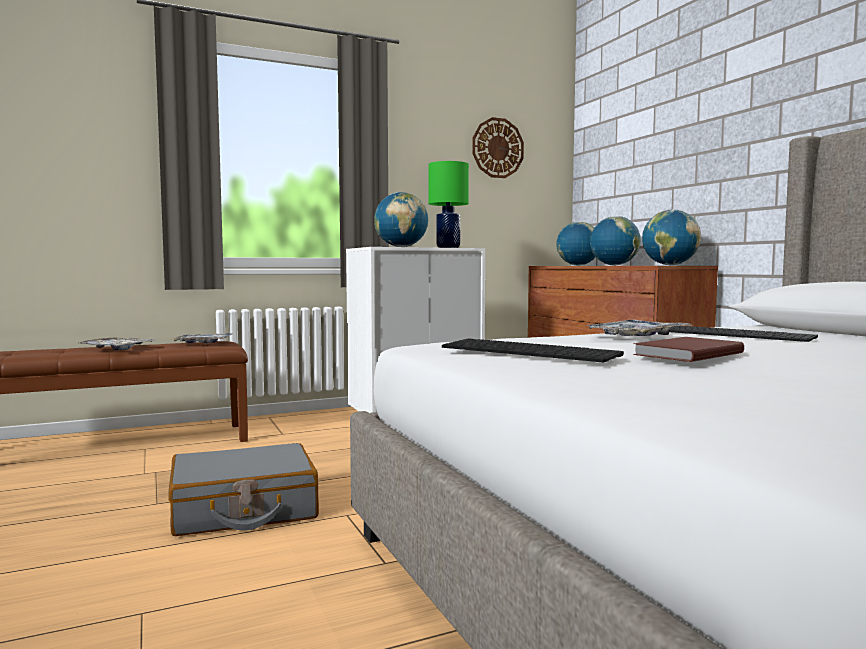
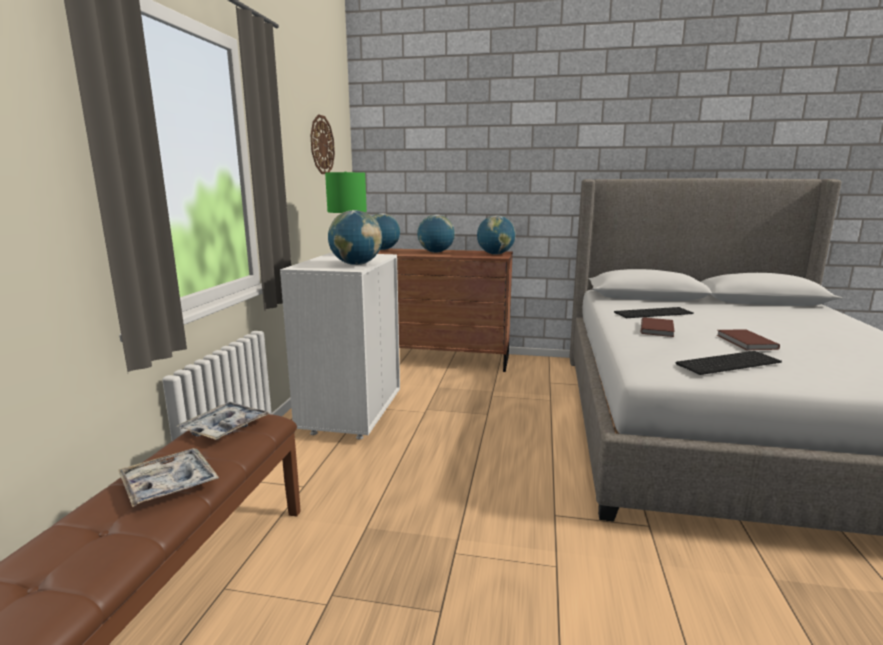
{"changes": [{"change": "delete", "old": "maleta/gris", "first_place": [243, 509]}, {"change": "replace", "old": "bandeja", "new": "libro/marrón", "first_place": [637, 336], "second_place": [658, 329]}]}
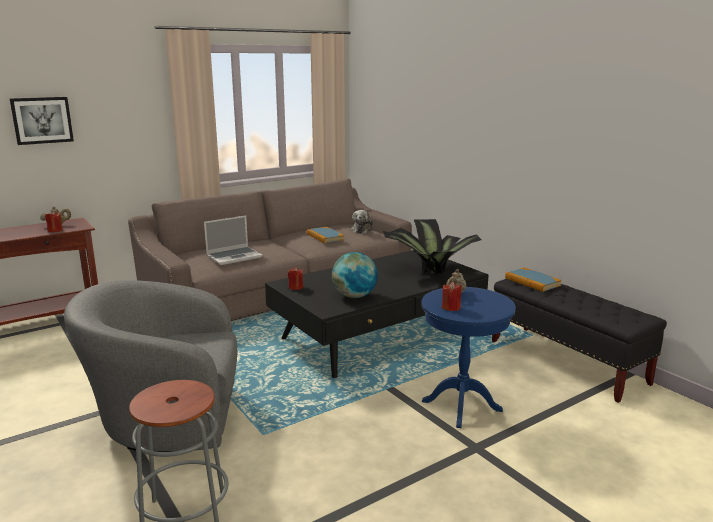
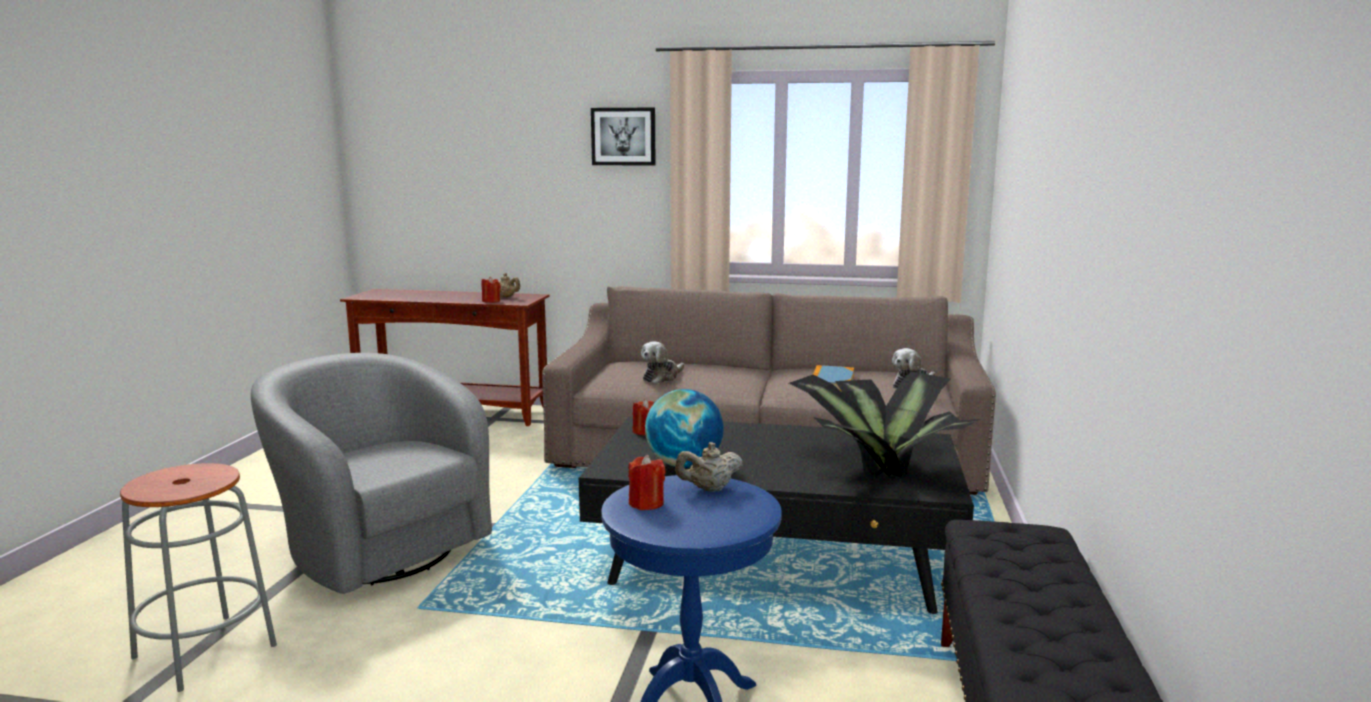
{"changes": [{"change": "delete", "old": "libro", "first_place": [532, 282]}, {"change": "move", "old": "cuadro", "first_place": [42, 120], "second_place": [623, 136]}, {"change": "replace", "old": "portátil", "new": "peluche", "first_place": [234, 256], "second_place": [662, 377]}]}
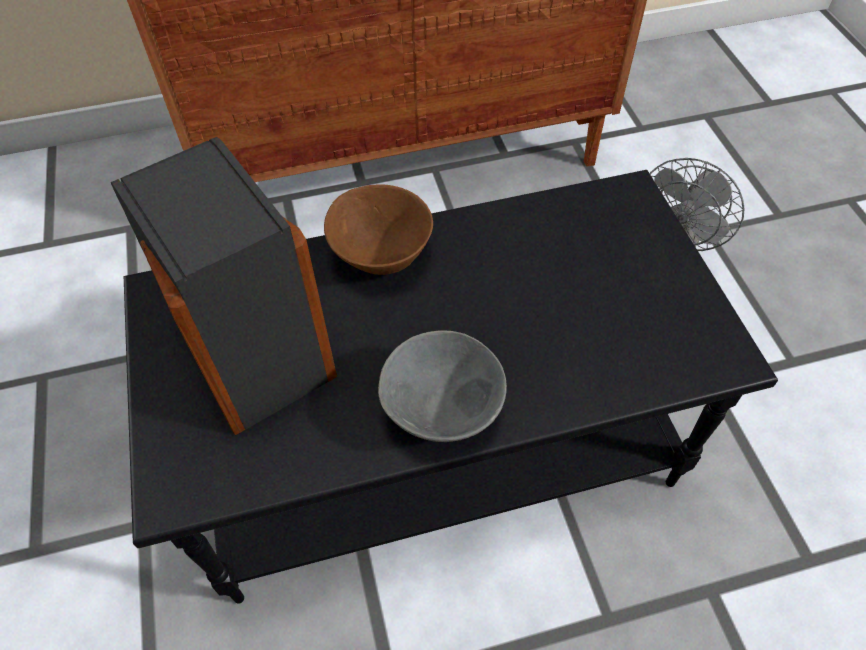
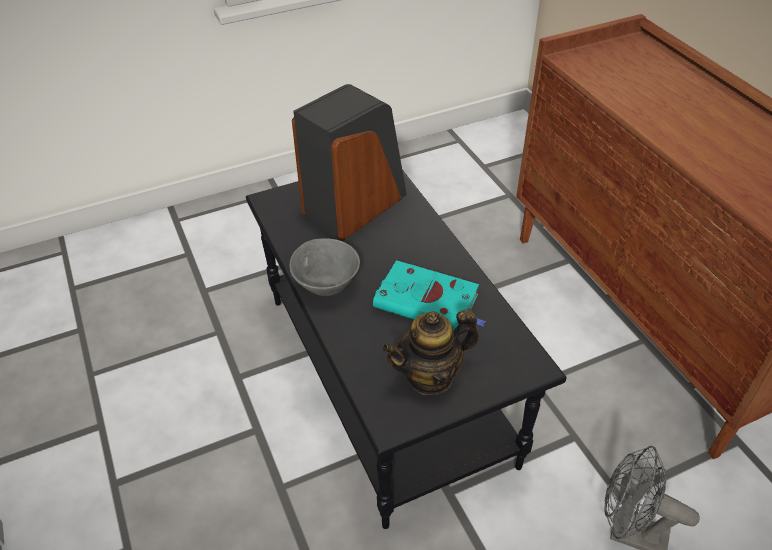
{"changes": [{"change": "delete", "old": "cuenco/marrón", "first_place": [379, 258]}, {"change": "insert", "new": "libro/turquesa", "second_place": [429, 302]}, {"change": "insert", "new": "tetera", "second_place": [430, 376]}]}
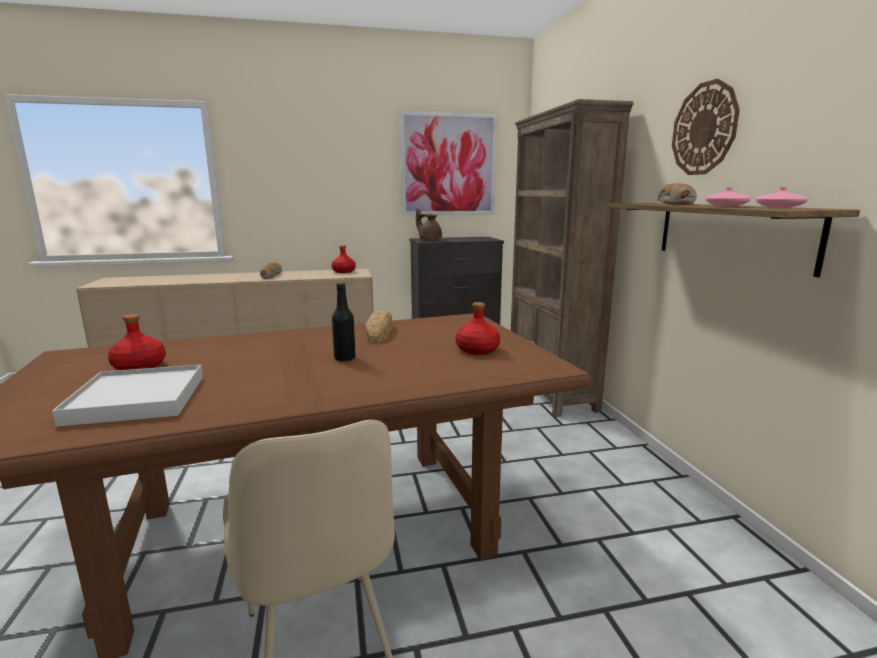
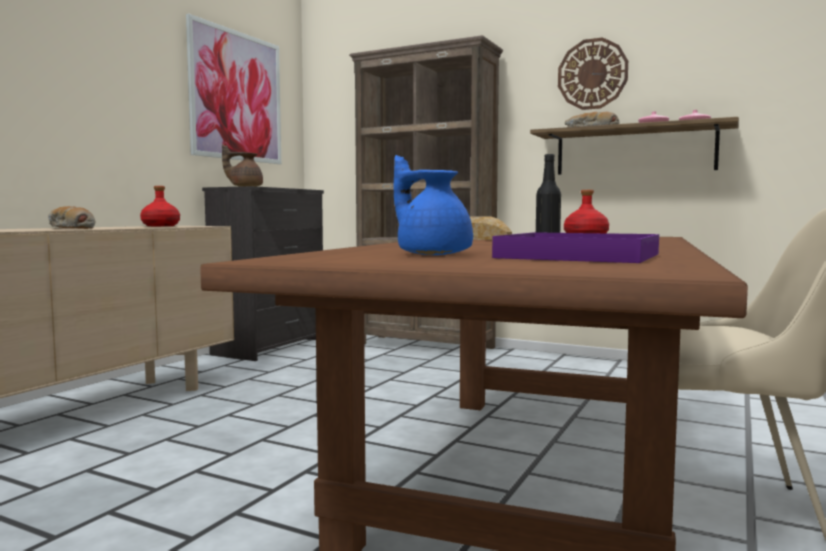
{"changes": [{"change": "replace", "old": "botella/rojo", "new": "tetera/azul", "first_place": [140, 366], "second_place": [432, 254]}, {"change": "recolor", "old": "bandeja/blanco", "new": "bandeja/morado", "first_place": [137, 399], "second_place": [579, 256]}]}
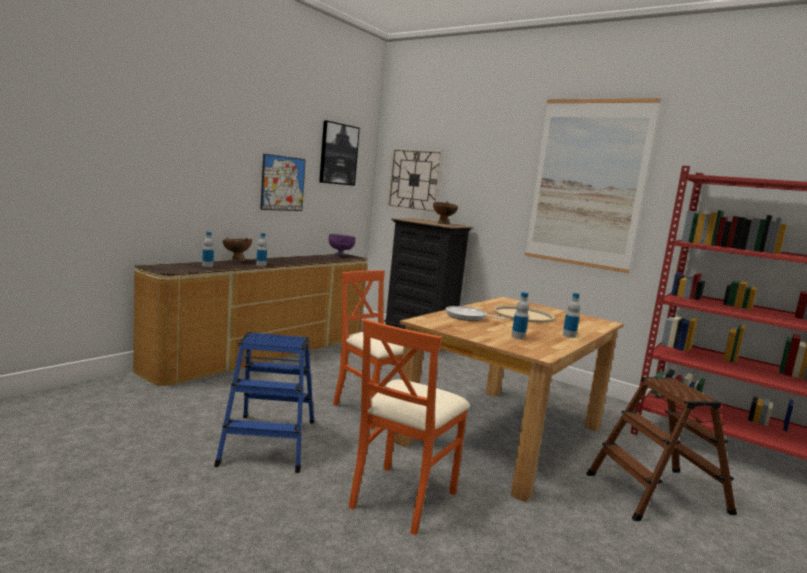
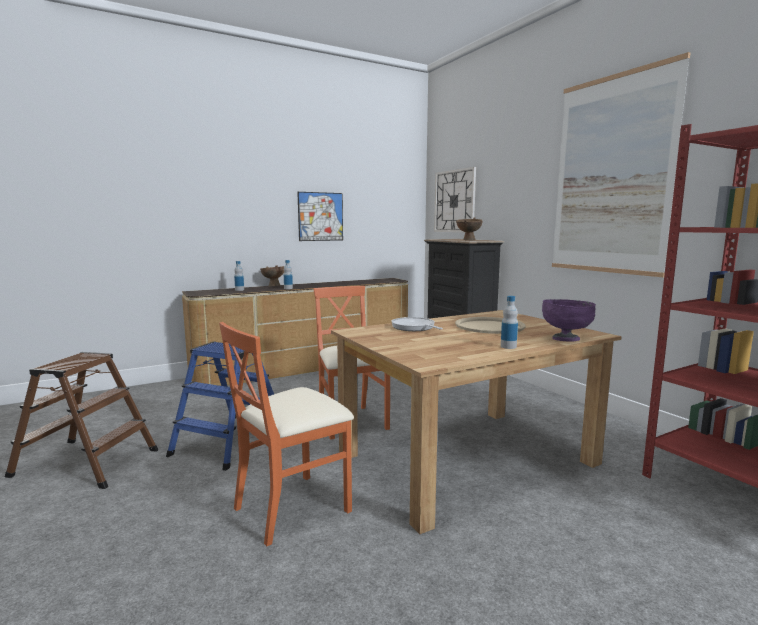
{"changes": [{"change": "delete", "old": "cuadro", "first_place": [338, 154]}, {"change": "delete", "old": "botella", "first_place": [518, 337]}, {"change": "move", "old": "cuenco/morado", "first_place": [340, 256], "second_place": [566, 339]}, {"change": "move", "old": "escalera de tijera/marrón", "first_place": [657, 493], "second_place": [85, 462]}]}
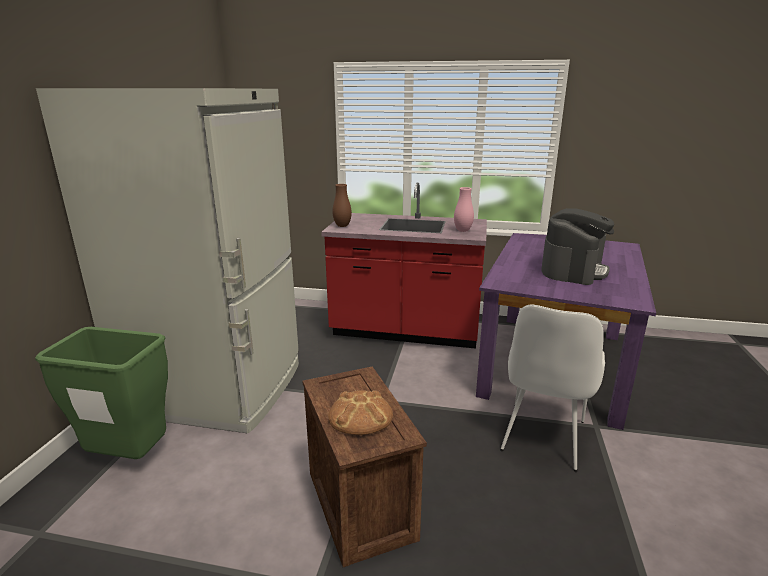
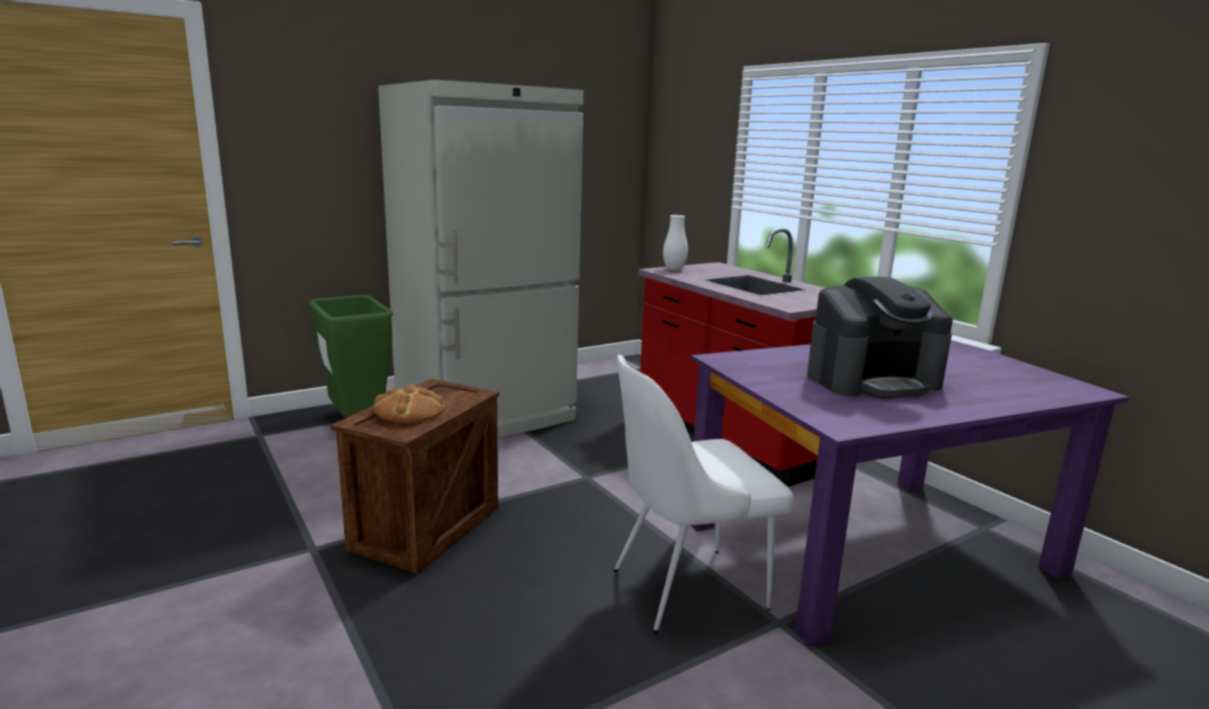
{"changes": [{"change": "delete", "old": "florero/rosa", "first_place": [462, 231]}, {"change": "recolor", "old": "florero/marrón", "new": "florero/blanco", "first_place": [342, 226], "second_place": [674, 269]}]}
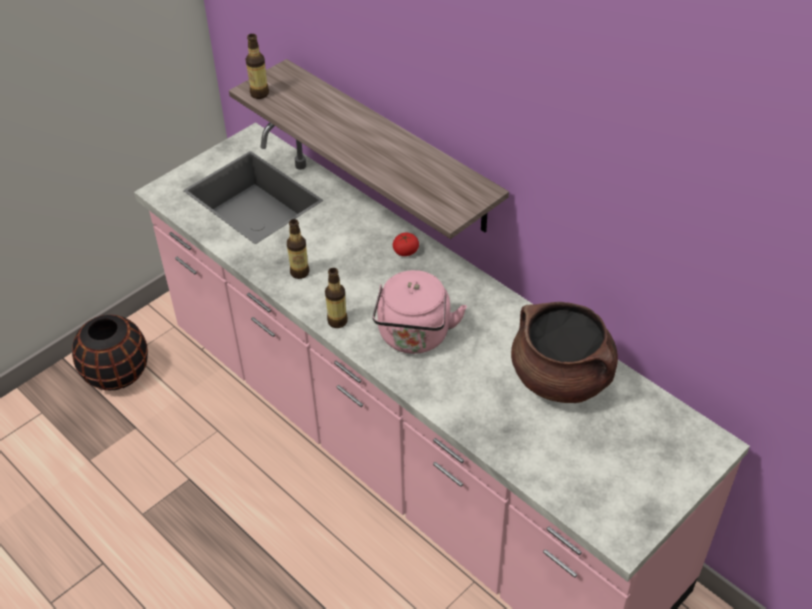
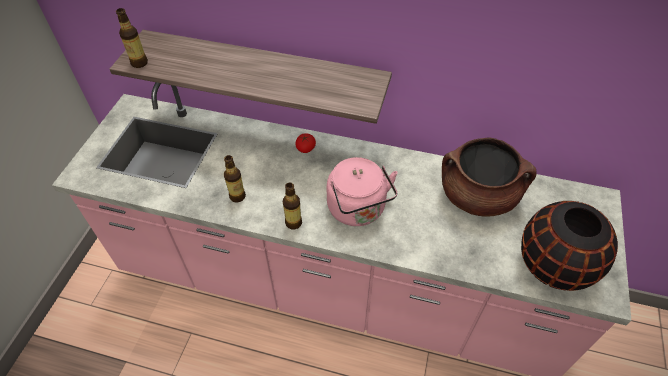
{"changes": [{"change": "move", "old": "florero/negro", "first_place": [117, 374], "second_place": [554, 265]}]}
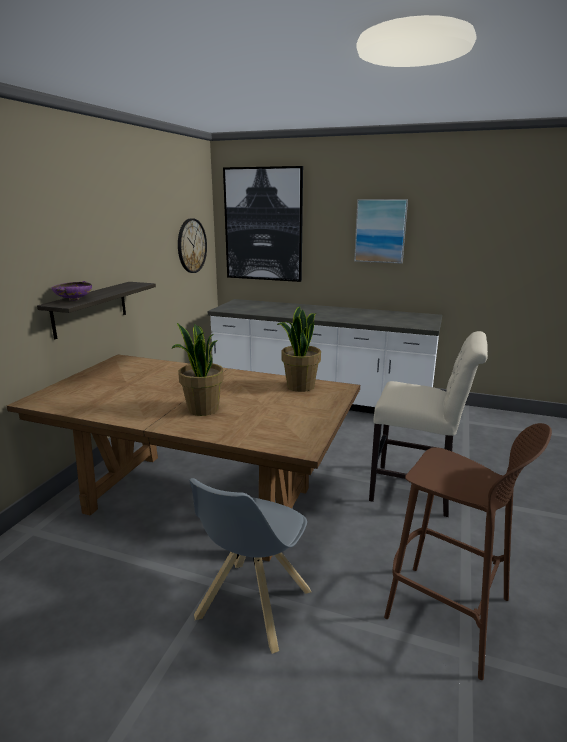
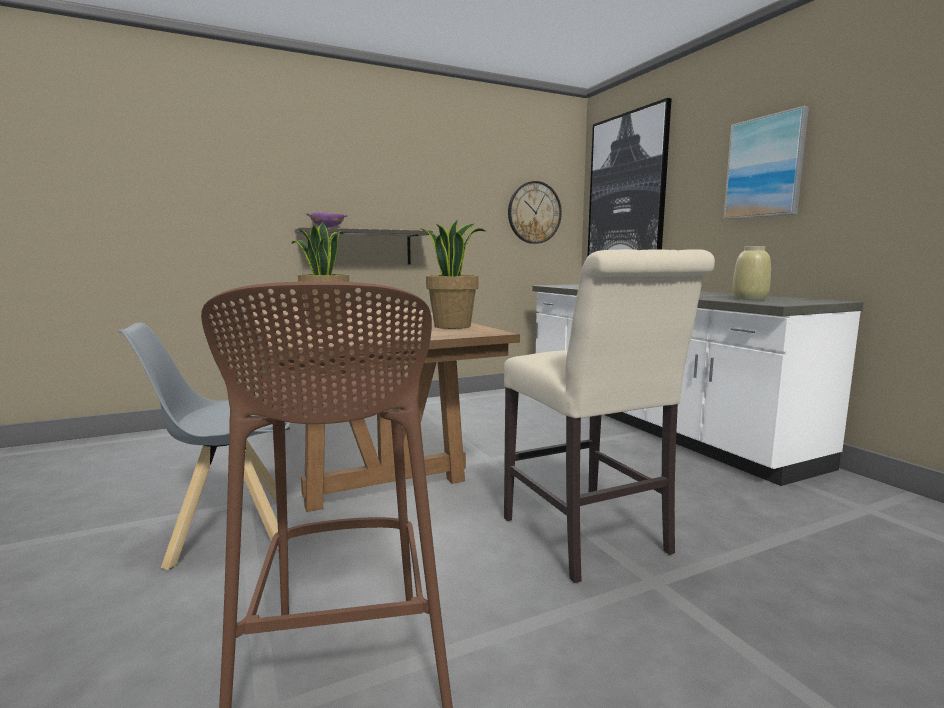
{"changes": [{"change": "insert", "new": "florero/beis", "second_place": [750, 299]}]}
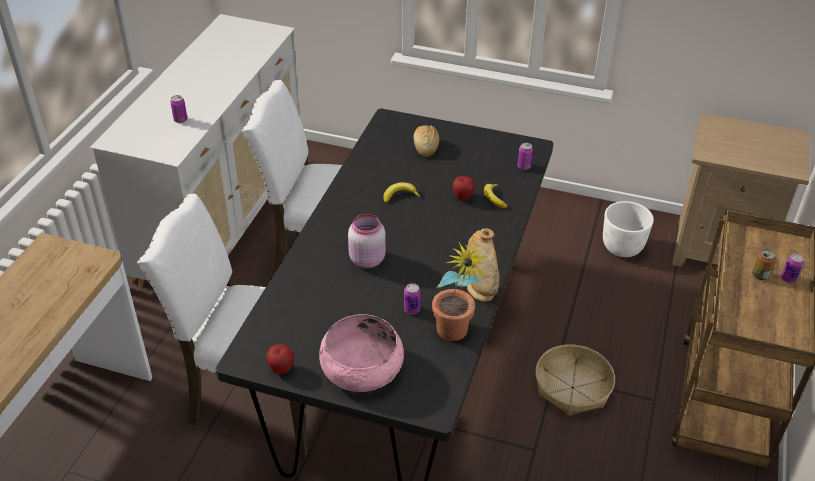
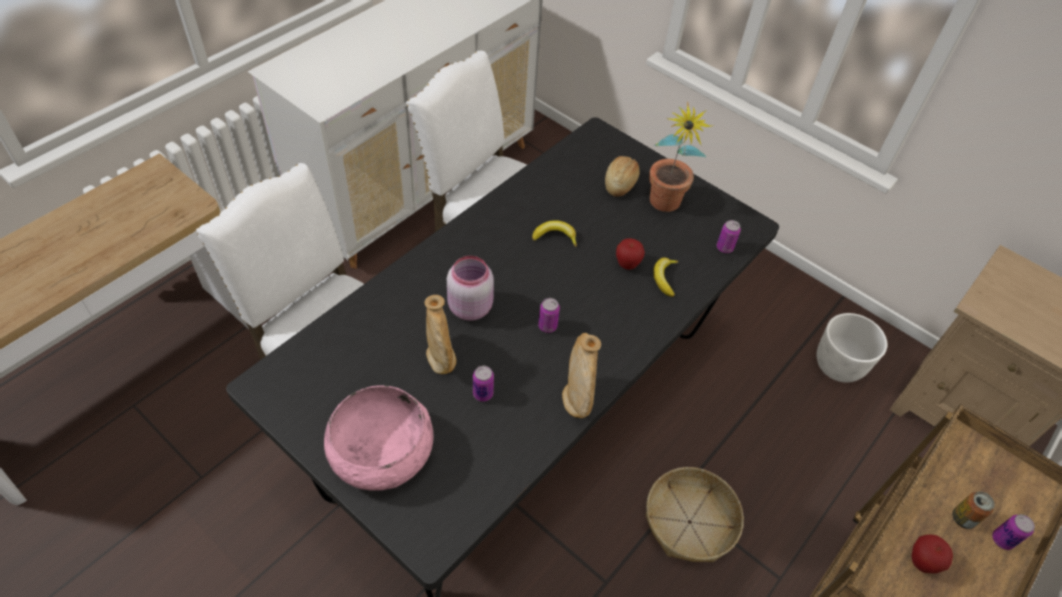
{"changes": [{"change": "insert", "new": "florero/beis", "second_place": [441, 358]}, {"change": "move", "old": "lata", "first_place": [180, 120], "second_place": [547, 326]}, {"change": "move", "old": "manzana", "first_place": [281, 369], "second_place": [921, 562]}, {"change": "move", "old": "planta en maceta", "first_place": [454, 337], "second_place": [663, 207]}]}
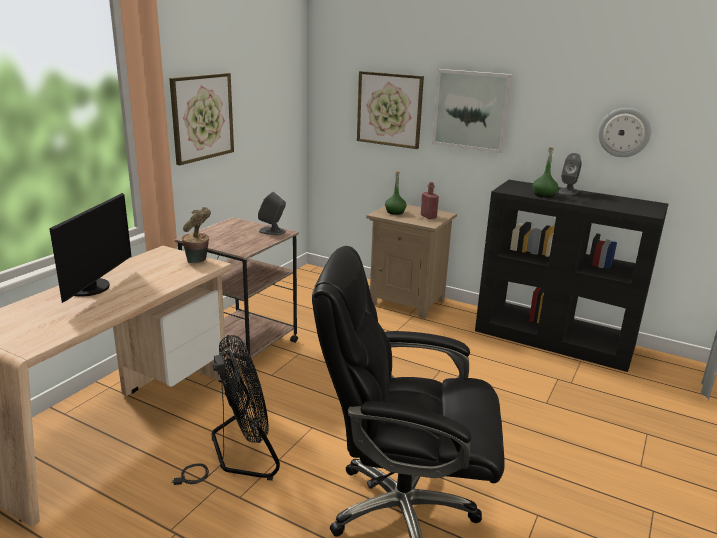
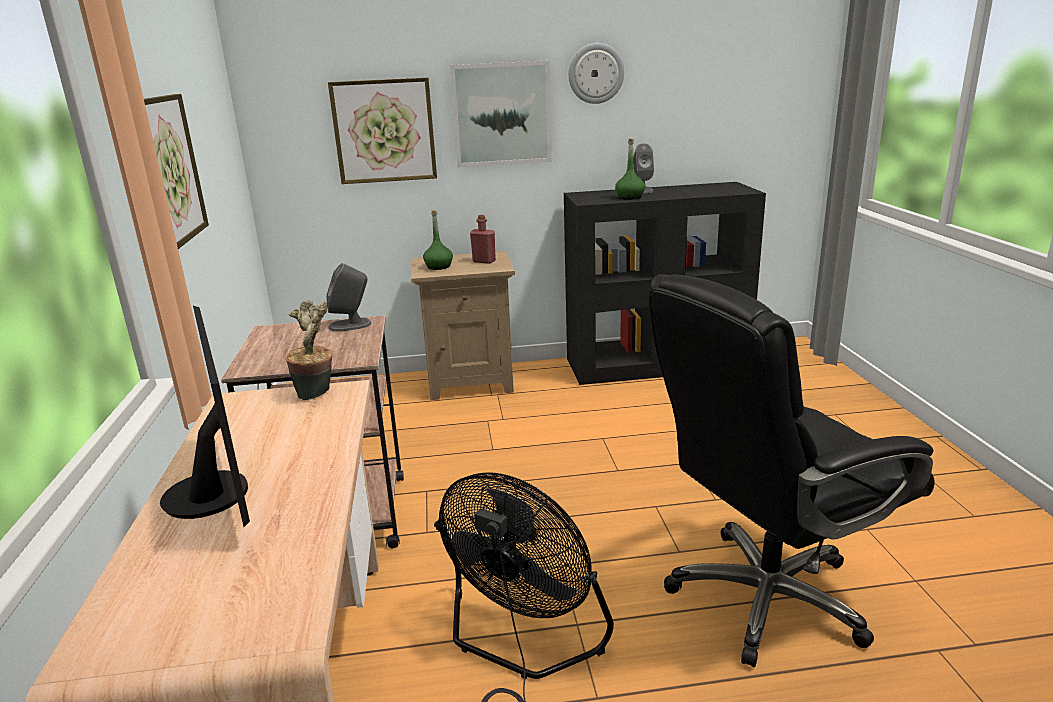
{"changes": [{"change": "move", "old": "reloj de pared", "first_place": [624, 132], "second_place": [595, 73]}]}
